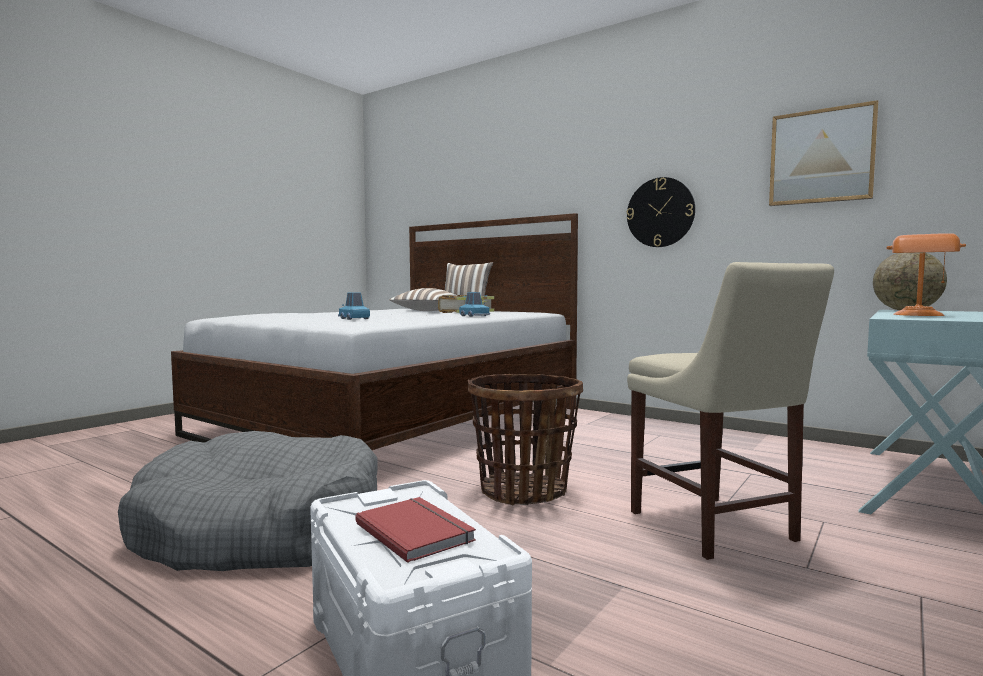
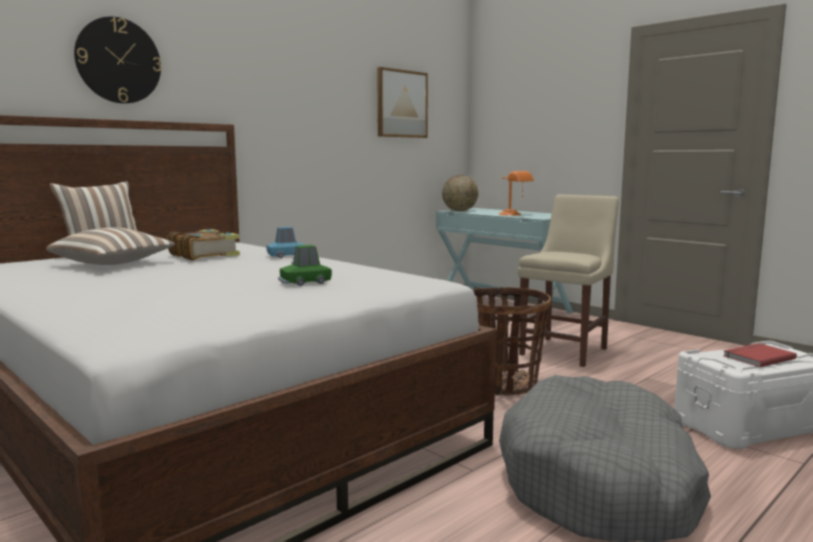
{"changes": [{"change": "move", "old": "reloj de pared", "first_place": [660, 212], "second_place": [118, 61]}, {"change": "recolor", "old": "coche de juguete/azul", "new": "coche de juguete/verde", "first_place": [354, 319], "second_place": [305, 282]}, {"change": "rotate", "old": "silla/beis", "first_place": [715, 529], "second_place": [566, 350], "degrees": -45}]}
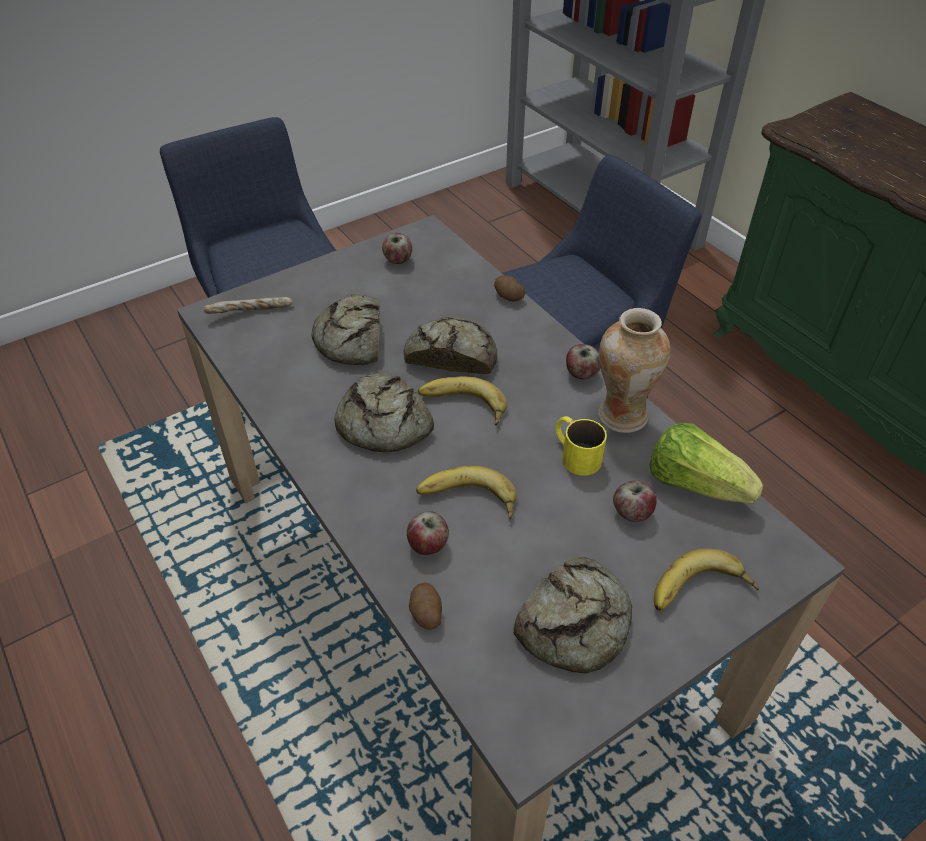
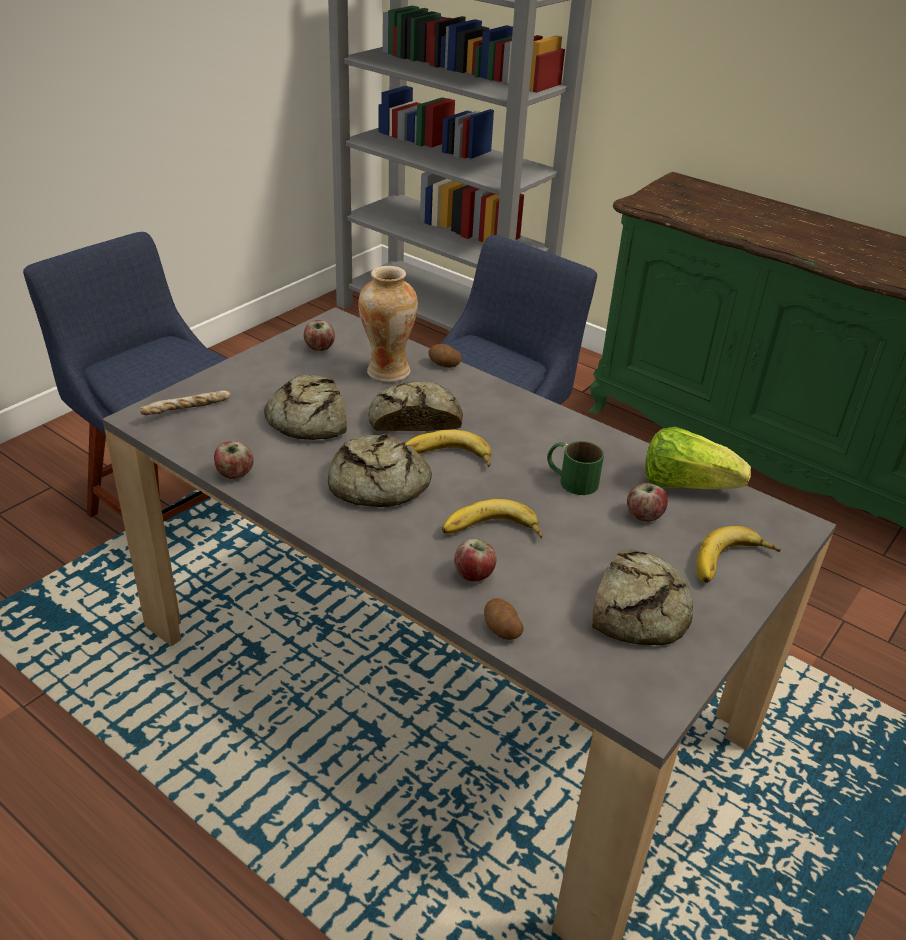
{"changes": [{"change": "move", "old": "manzana", "first_place": [581, 373], "second_place": [234, 474]}, {"change": "move", "old": "florero", "first_place": [622, 415], "second_place": [388, 371]}, {"change": "recolor", "old": "taza grande/amarillo", "new": "taza grande/verde", "first_place": [575, 454], "second_place": [570, 479]}]}
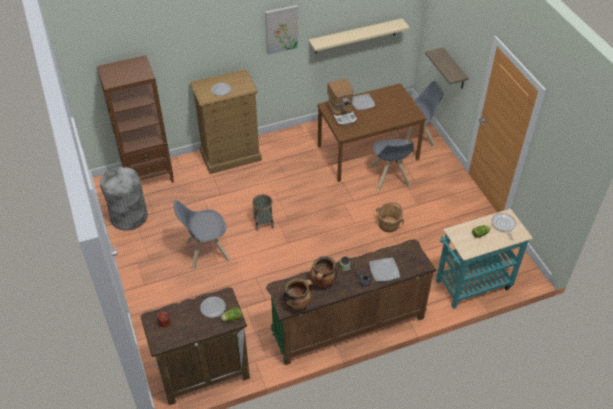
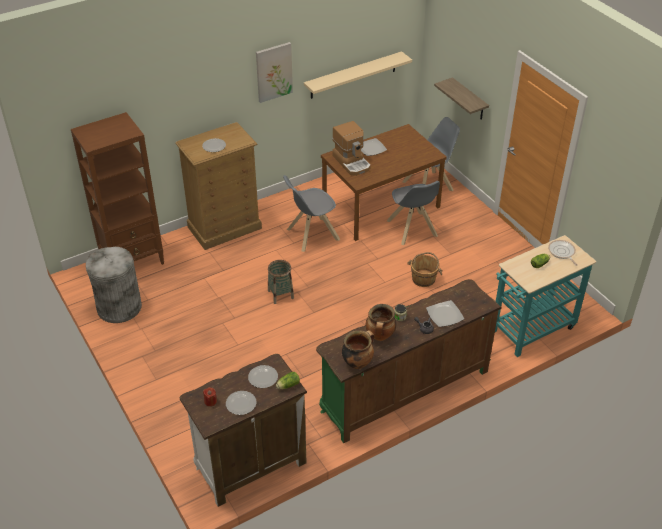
{"changes": [{"change": "insert", "new": "plato", "second_place": [241, 404]}, {"change": "move", "old": "silla/gris", "first_place": [206, 251], "second_place": [311, 235]}]}
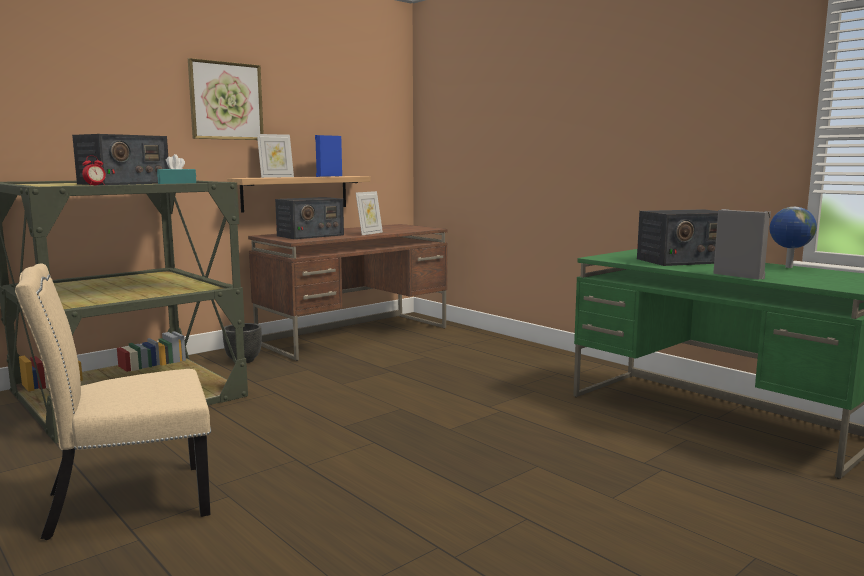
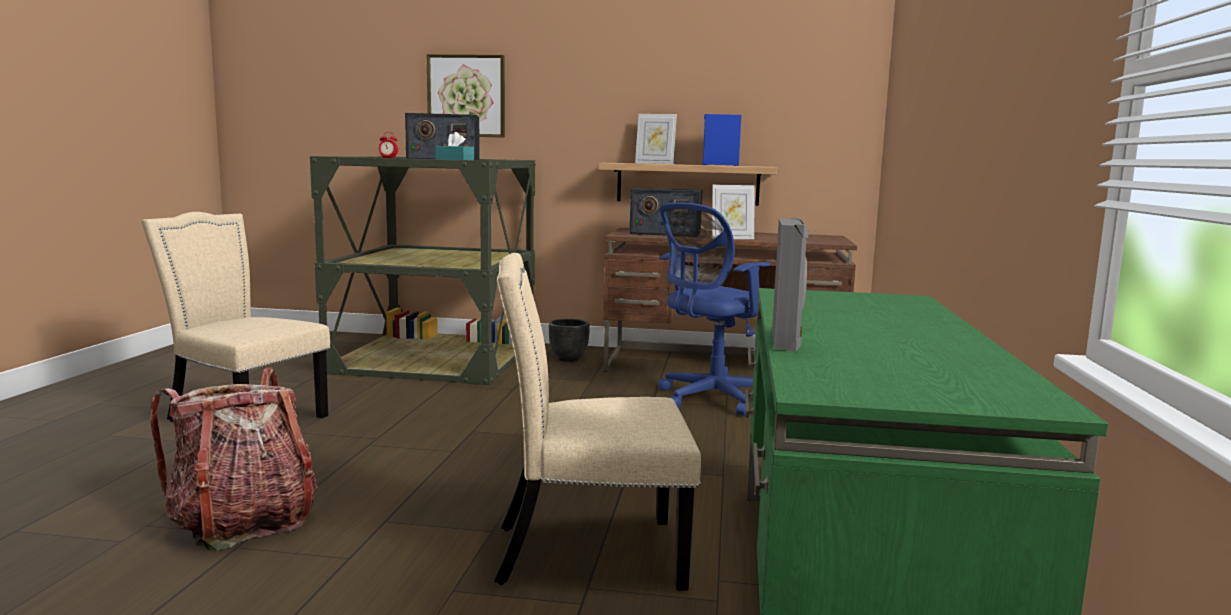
{"changes": [{"change": "delete", "old": "radio", "first_place": [682, 261]}, {"change": "delete", "old": "globo terráqueo", "first_place": [788, 267]}, {"change": "insert", "new": "mochila", "second_place": [243, 522]}, {"change": "insert", "new": "silla/beis", "second_place": [593, 553]}, {"change": "insert", "new": "silla de oficina/azul", "second_place": [711, 399]}, {"change": "move", "old": "cuadro", "first_place": [226, 101], "second_place": [466, 96]}]}
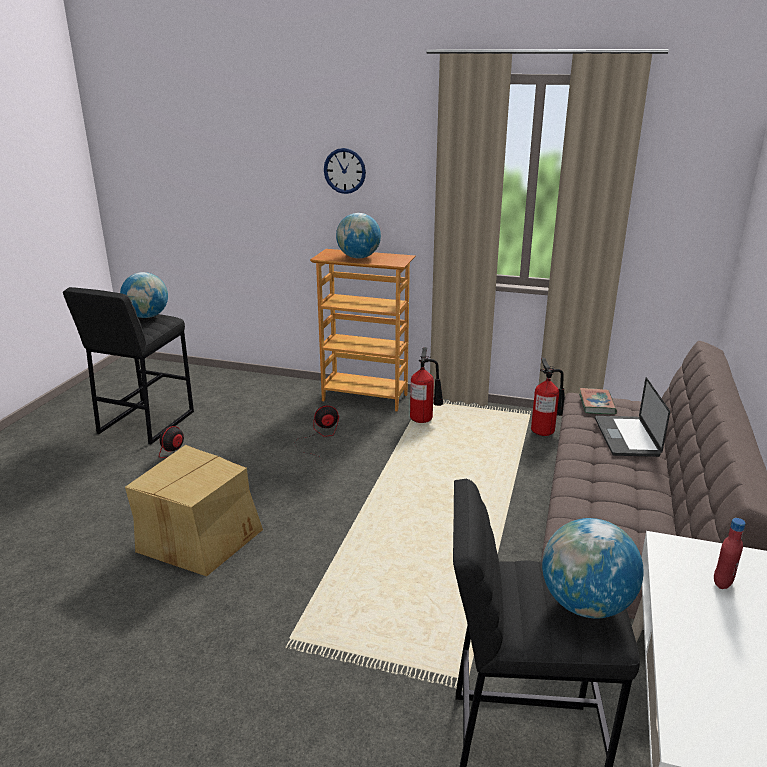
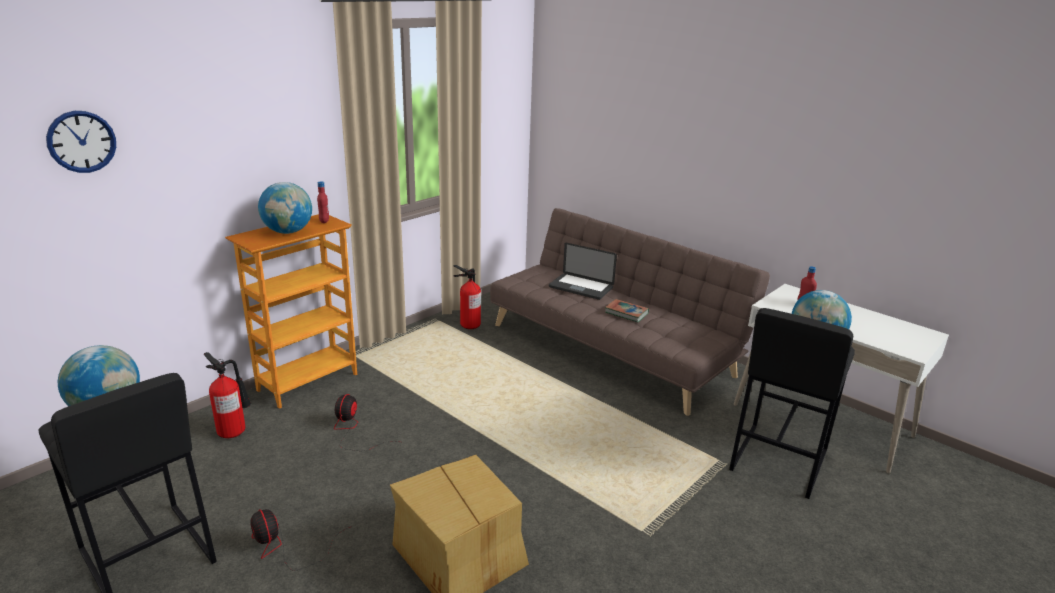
{"changes": [{"change": "insert", "new": "botella/rojo", "second_place": [324, 221]}, {"change": "move", "old": "reloj de pared", "first_place": [344, 171], "second_place": [81, 141]}, {"change": "move", "old": "extintor", "first_place": [424, 420], "second_place": [234, 431]}, {"change": "move", "old": "libro", "first_place": [596, 404], "second_place": [626, 313]}]}
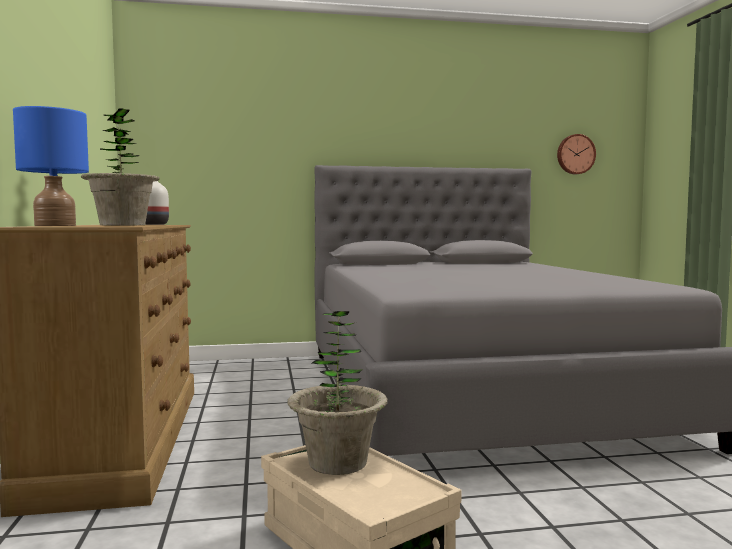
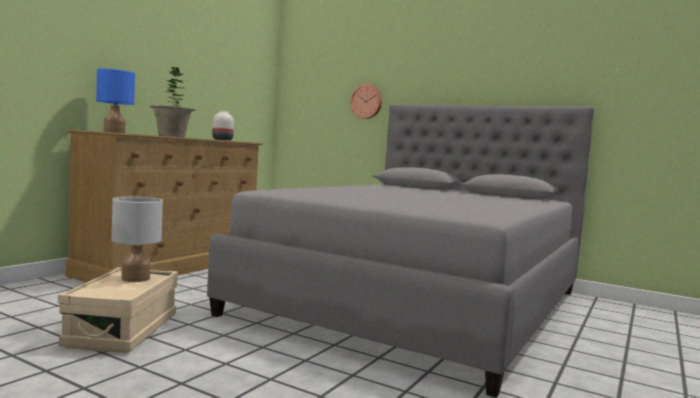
{"changes": [{"change": "move", "old": "reloj de pared", "first_place": [575, 154], "second_place": [367, 101]}, {"change": "replace", "old": "planta en maceta", "new": "lámpara de mesa/gris", "first_place": [338, 462], "second_place": [136, 279]}]}
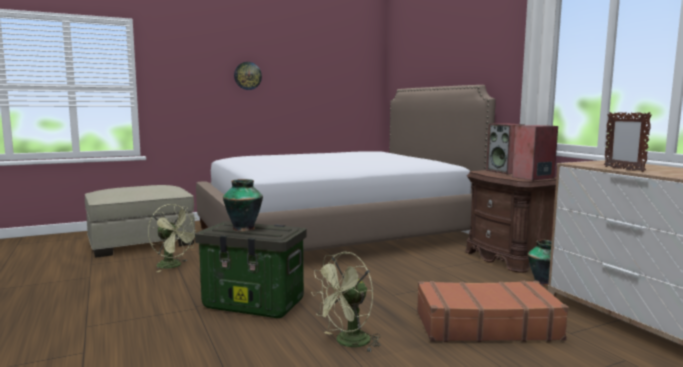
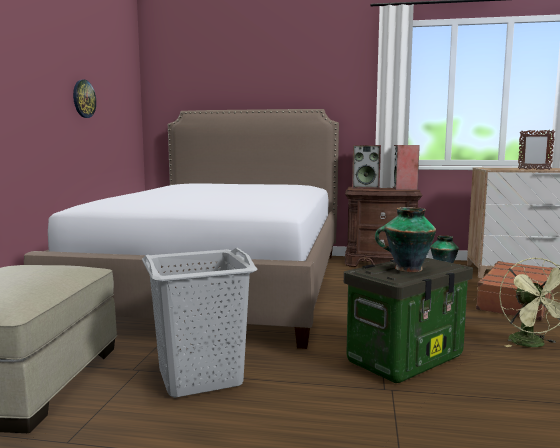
{"changes": [{"change": "move", "old": "reloj de pared", "first_place": [247, 76], "second_place": [83, 99]}, {"change": "replace", "old": "ventilador/verde", "new": "cesto de la ropa/gris", "first_place": [173, 266], "second_place": [199, 377]}]}
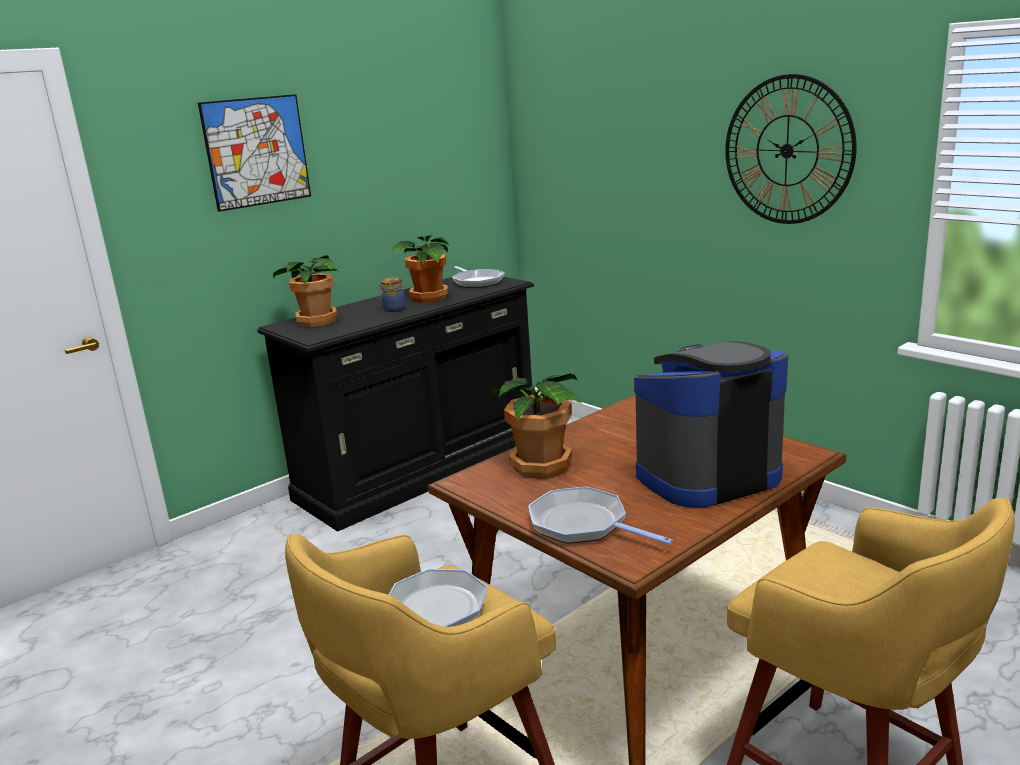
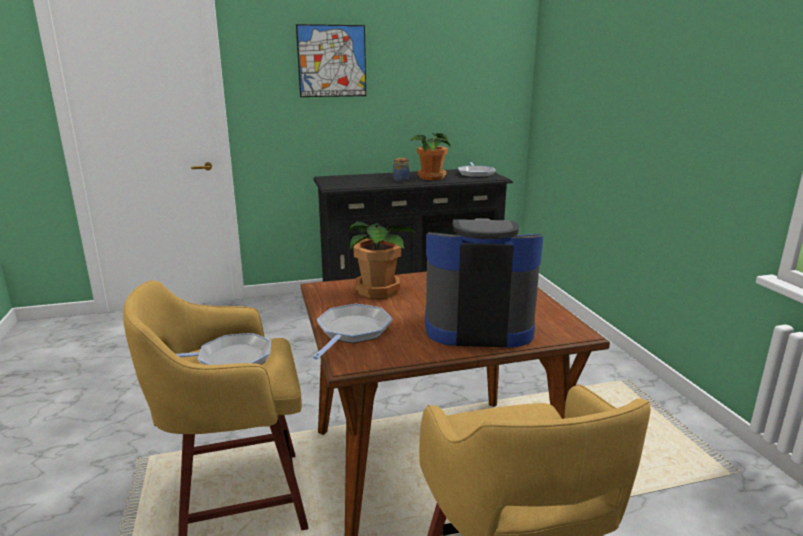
{"changes": [{"change": "delete", "old": "planta en maceta", "first_place": [316, 321]}, {"change": "delete", "old": "reloj de pared", "first_place": [787, 150]}, {"change": "rotate", "old": "sartén", "first_place": [583, 525], "second_place": [352, 331], "degrees": 45}]}
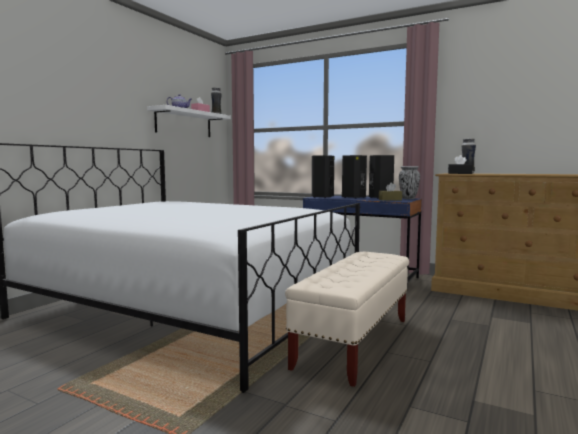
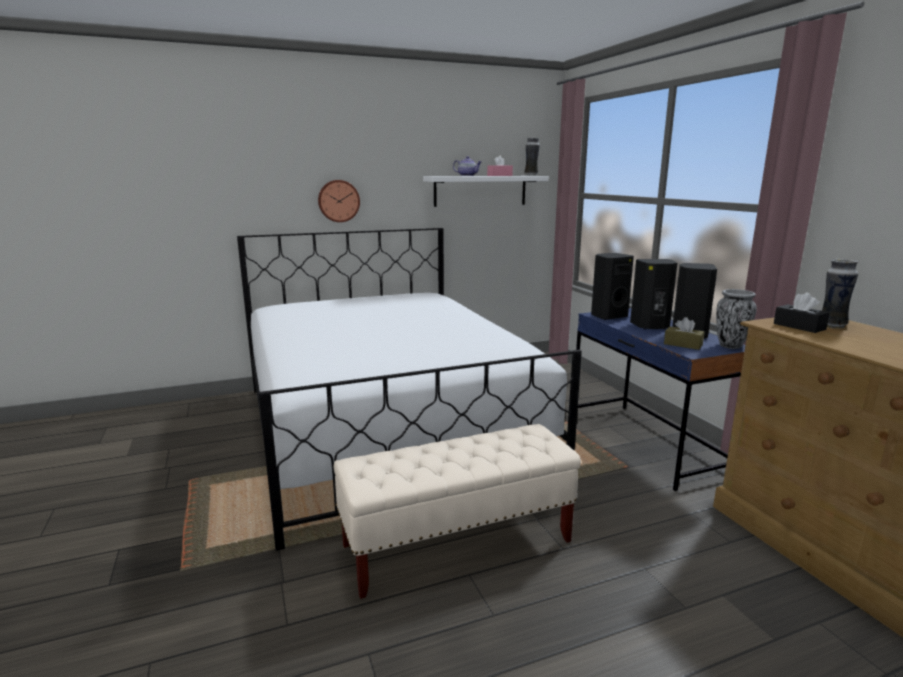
{"changes": [{"change": "insert", "new": "reloj de pared", "second_place": [338, 201]}]}
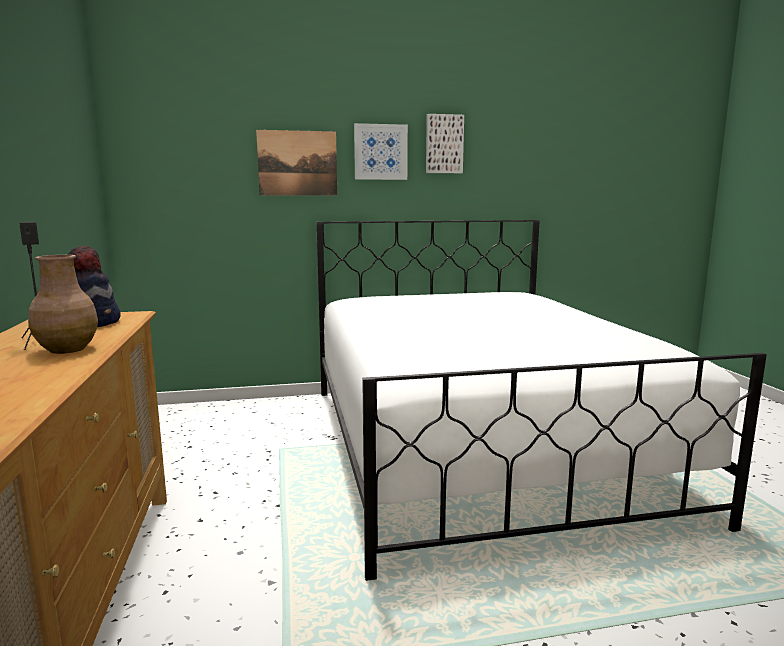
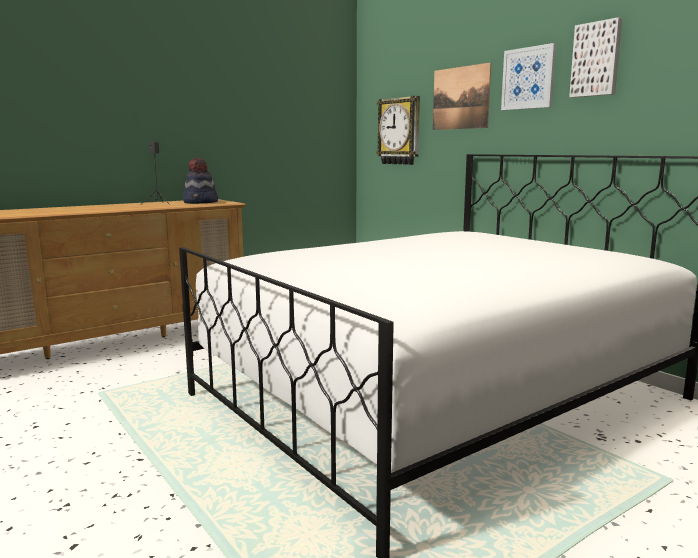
{"changes": [{"change": "delete", "old": "florero/marrón", "first_place": [67, 349]}, {"change": "insert", "new": "reloj de pared", "second_place": [400, 131]}]}
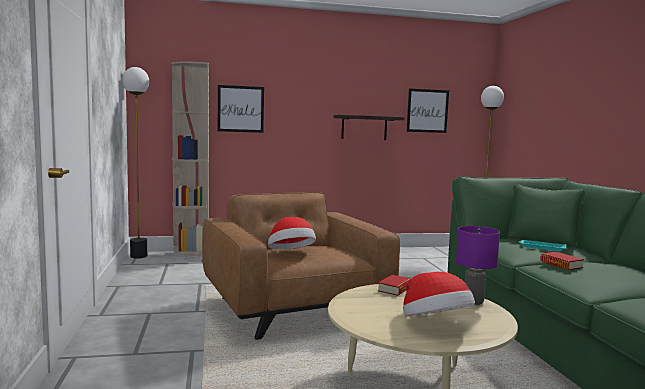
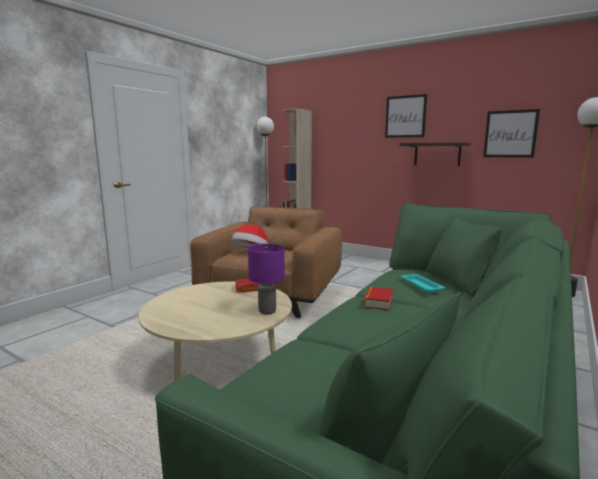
{"changes": [{"change": "delete", "old": "sombrero", "first_place": [435, 324]}, {"change": "move", "old": "cuadro", "first_place": [240, 109], "second_place": [405, 116]}]}
